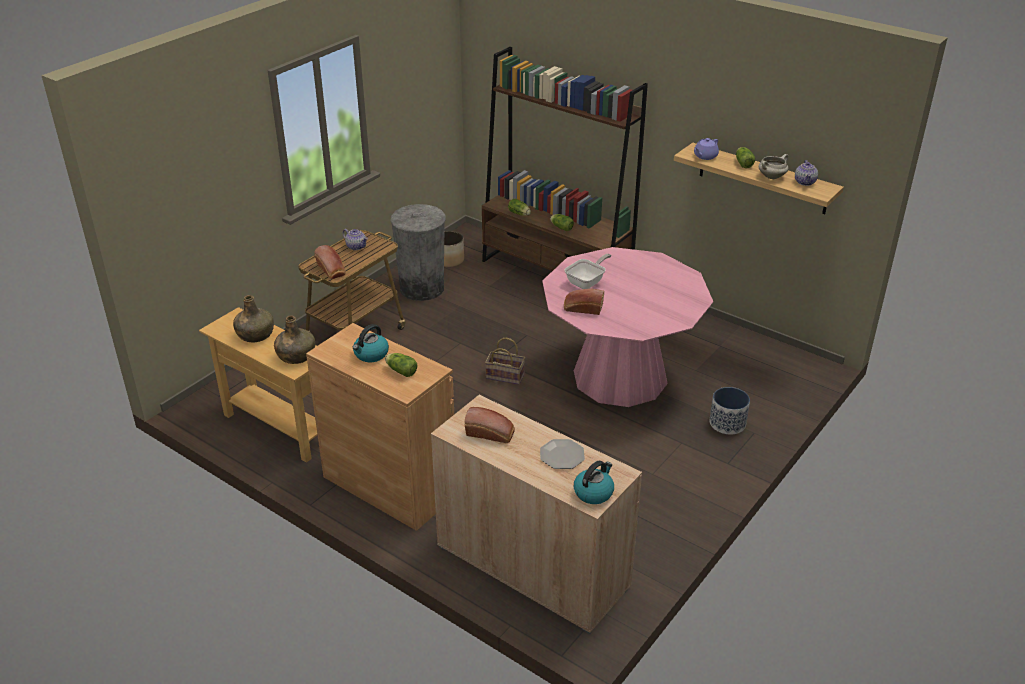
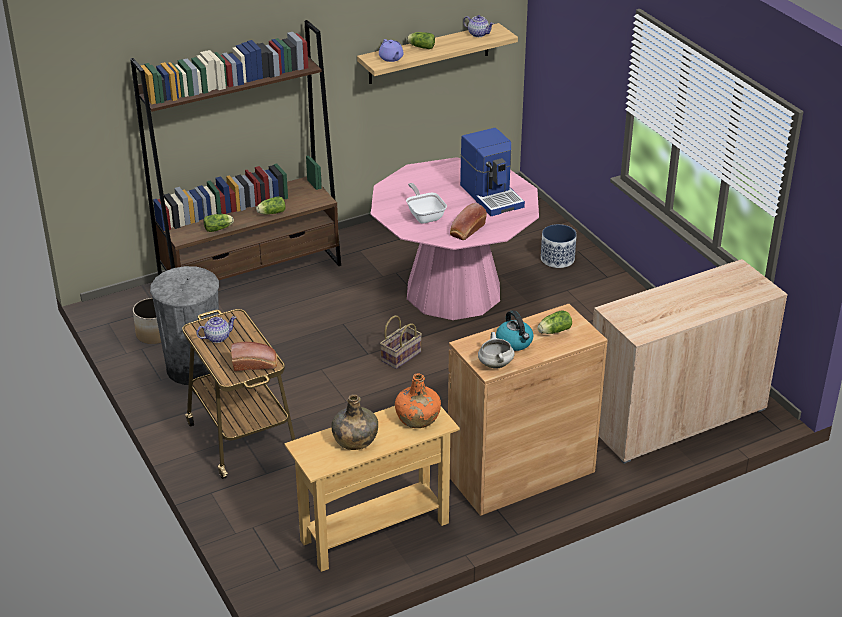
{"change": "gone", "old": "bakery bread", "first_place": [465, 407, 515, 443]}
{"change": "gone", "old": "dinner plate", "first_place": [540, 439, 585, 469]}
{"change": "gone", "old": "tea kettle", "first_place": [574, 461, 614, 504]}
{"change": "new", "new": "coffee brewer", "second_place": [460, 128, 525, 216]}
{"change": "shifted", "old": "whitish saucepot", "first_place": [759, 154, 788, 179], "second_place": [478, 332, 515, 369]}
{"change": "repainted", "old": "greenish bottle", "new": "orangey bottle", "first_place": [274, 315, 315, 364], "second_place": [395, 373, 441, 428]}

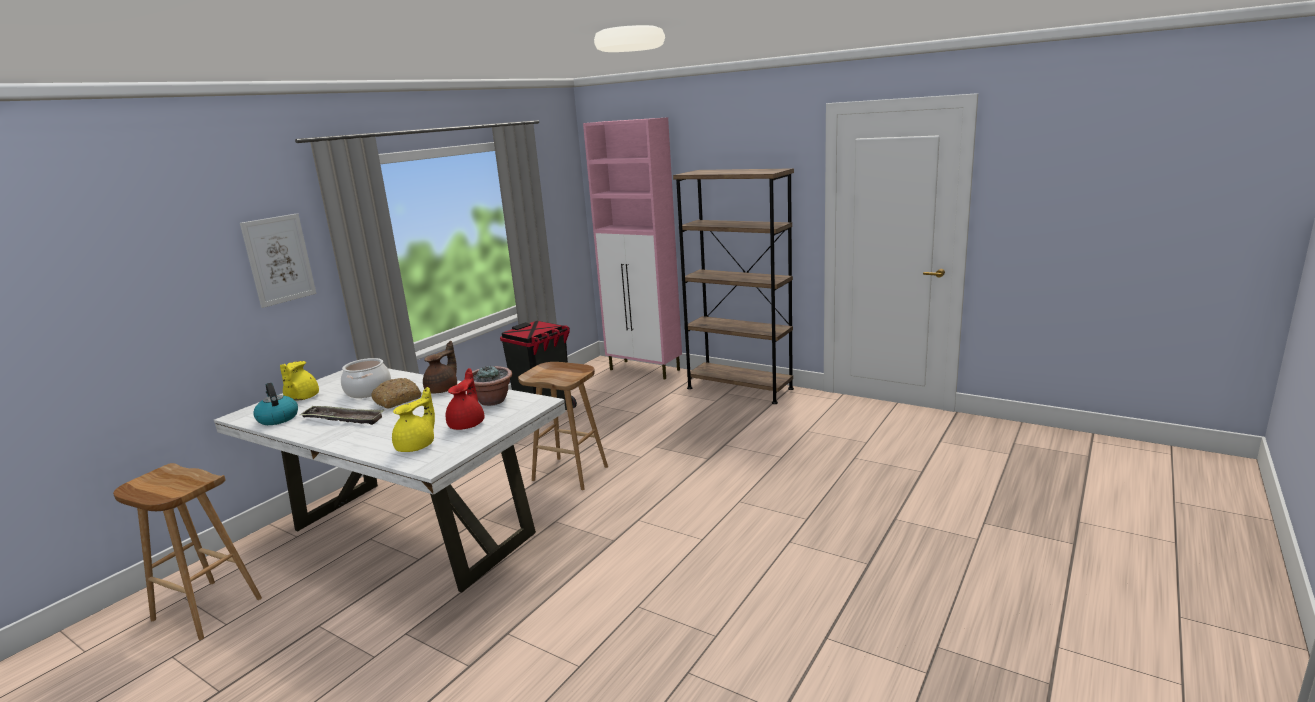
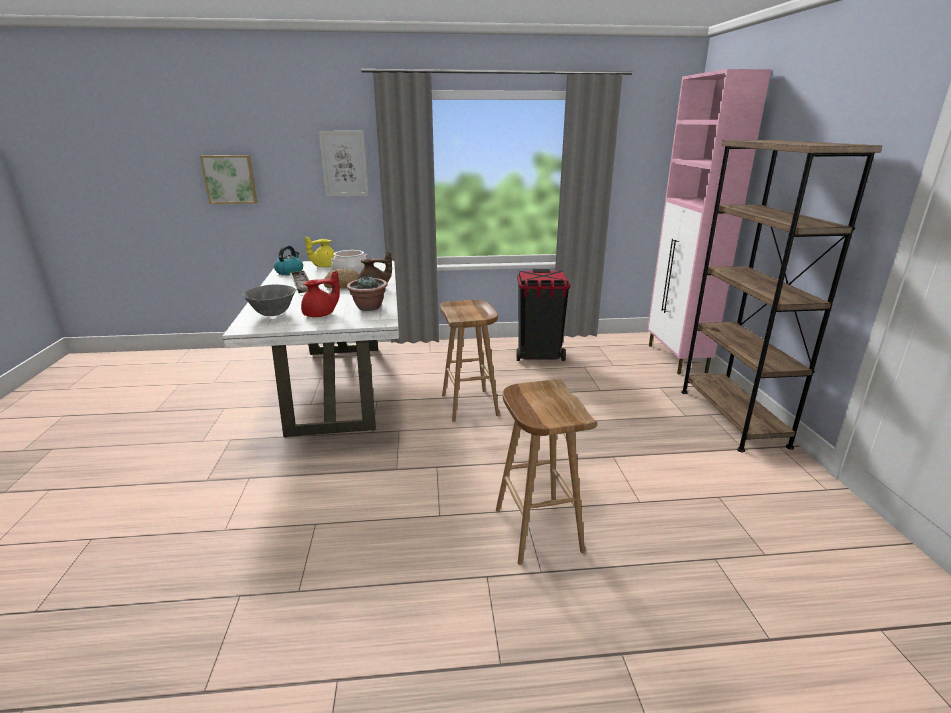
{"change": "new", "new": "wall art", "second_place": [200, 155, 257, 204]}
{"change": "shifted", "old": "brownish stool", "first_place": [113, 463, 262, 640], "second_place": [496, 380, 597, 565]}
{"change": "swapped", "old": "yellow teapot", "new": "greyish deep dish", "first_place": [392, 387, 435, 452], "second_place": [242, 285, 296, 316]}

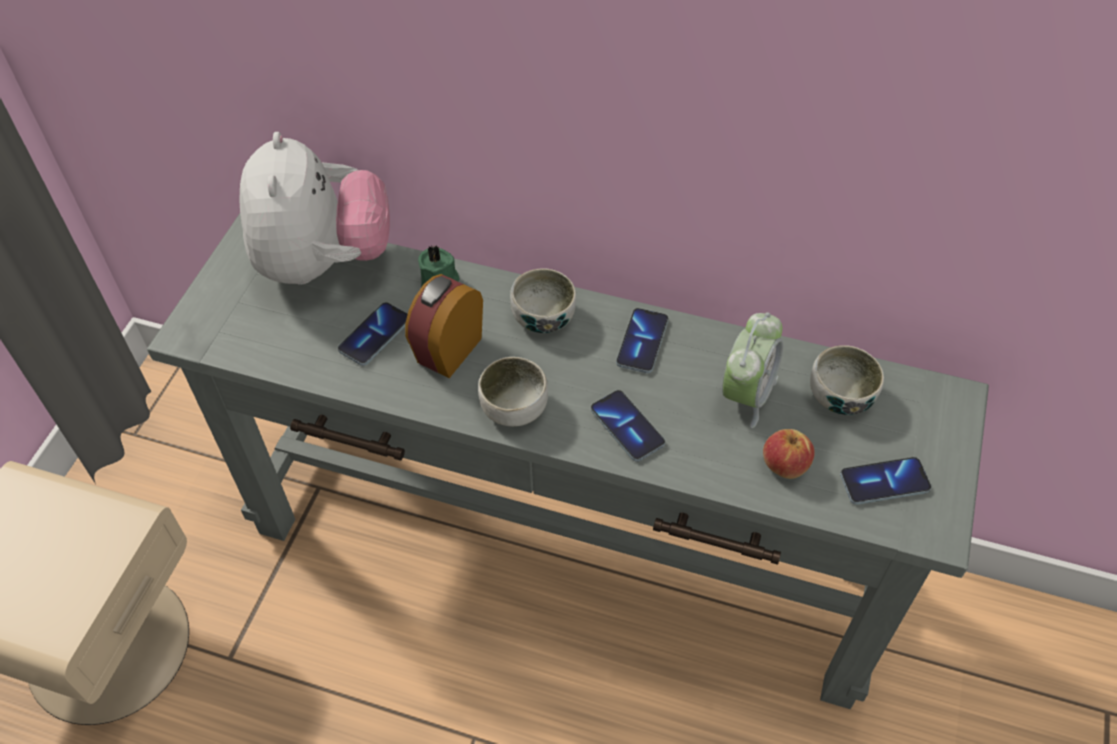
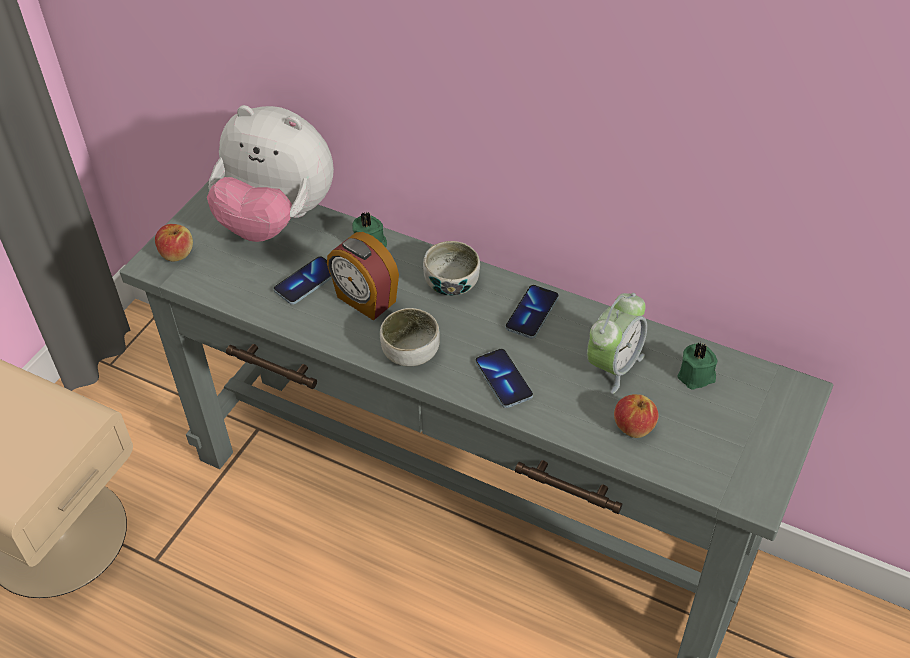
{"change": "gone", "old": "telephone", "first_place": [840, 457, 931, 505]}
{"change": "new", "new": "apple fruit", "second_place": [155, 224, 193, 261]}
{"change": "swapped", "old": "deep dish", "new": "greenish candle", "first_place": [810, 345, 884, 415], "second_place": [677, 342, 717, 390]}
{"change": "rotated", "old": "plush toy", "first_place": [240, 132, 390, 285], "second_place": [207, 105, 334, 242], "degrees": 105}
{"change": "rotated", "old": "alarm clock", "first_place": [405, 274, 483, 378], "second_place": [327, 232, 399, 321], "degrees": -90}

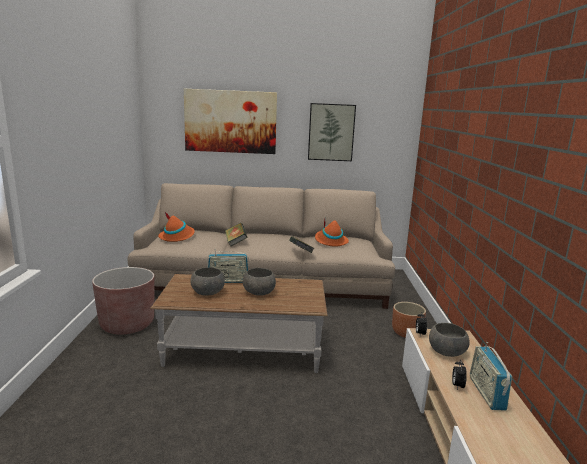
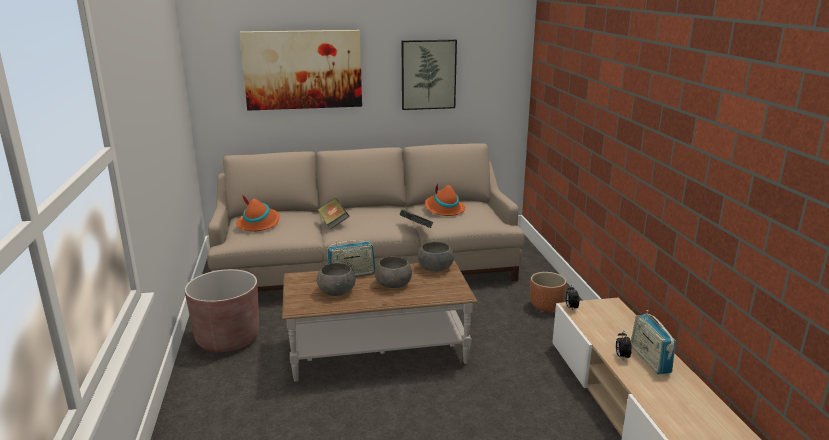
{"change": "shifted", "old": "greyish deep dish", "first_place": [429, 323, 470, 357], "second_place": [418, 242, 454, 272]}

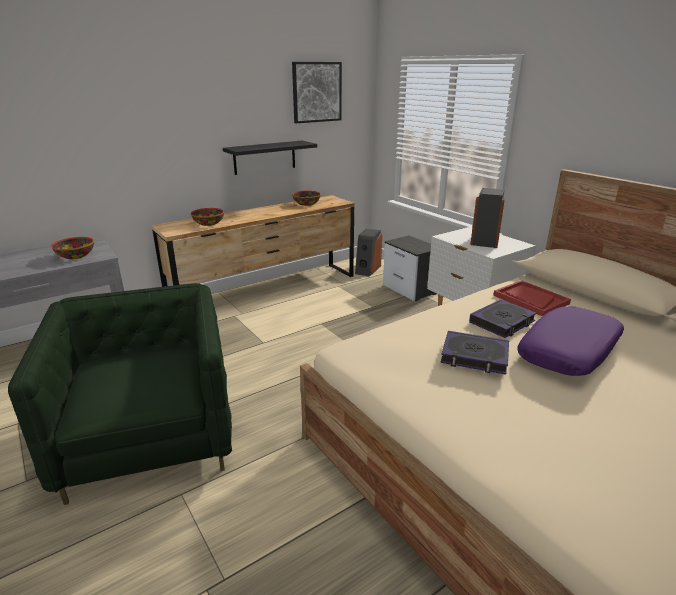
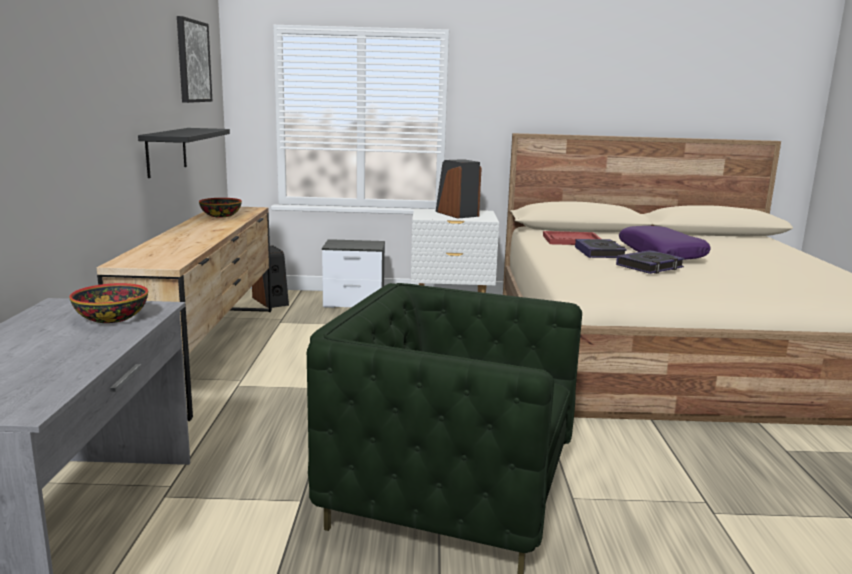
{"change": "gone", "old": "deep dish", "first_place": [191, 208, 224, 226]}

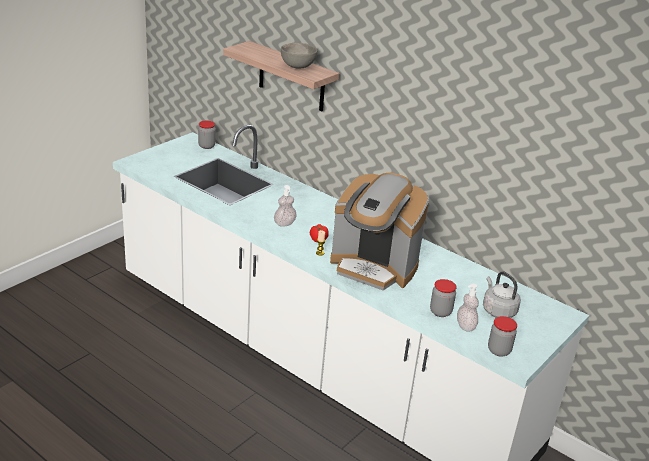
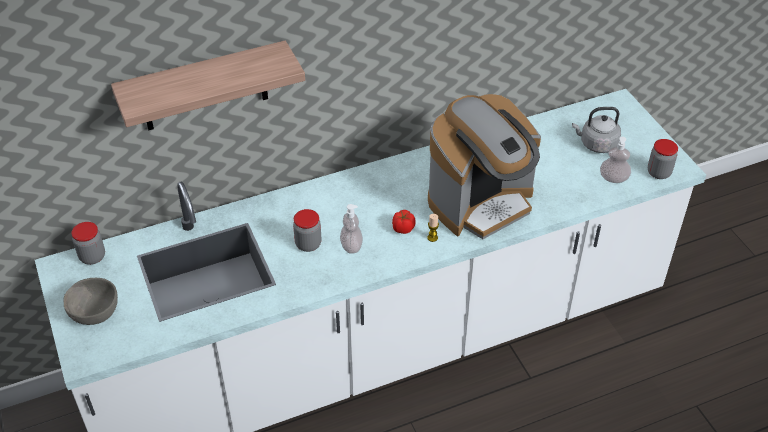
{"change": "shifted", "old": "greyish deep dish", "first_place": [281, 43, 317, 69], "second_place": [63, 278, 118, 325]}
{"change": "shifted", "old": "storage jar", "first_place": [430, 279, 457, 317], "second_place": [293, 209, 322, 252]}

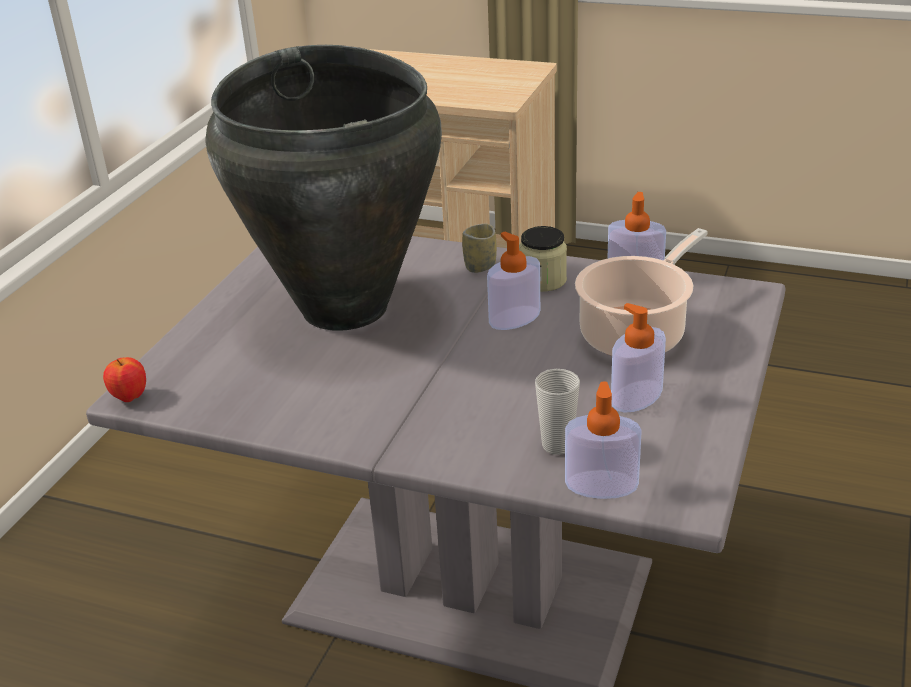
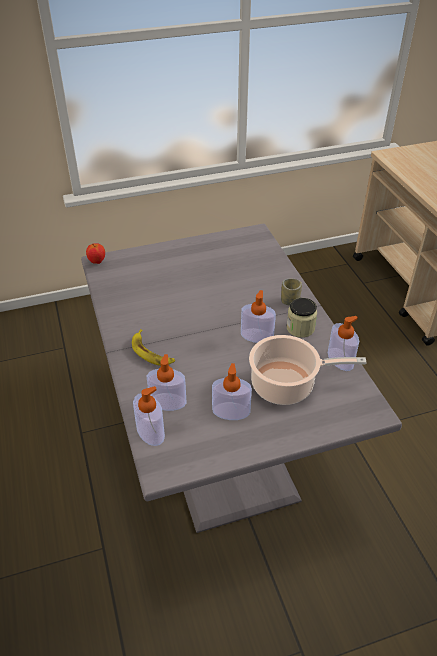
{"change": "gone", "old": "blackish flower vase", "first_place": [206, 45, 442, 331]}
{"change": "new", "new": "whole banana", "second_place": [132, 329, 175, 366]}
{"change": "swapped", "old": "cup", "new": "liquid soap bottle", "first_place": [535, 369, 580, 455], "second_place": [147, 354, 187, 411]}

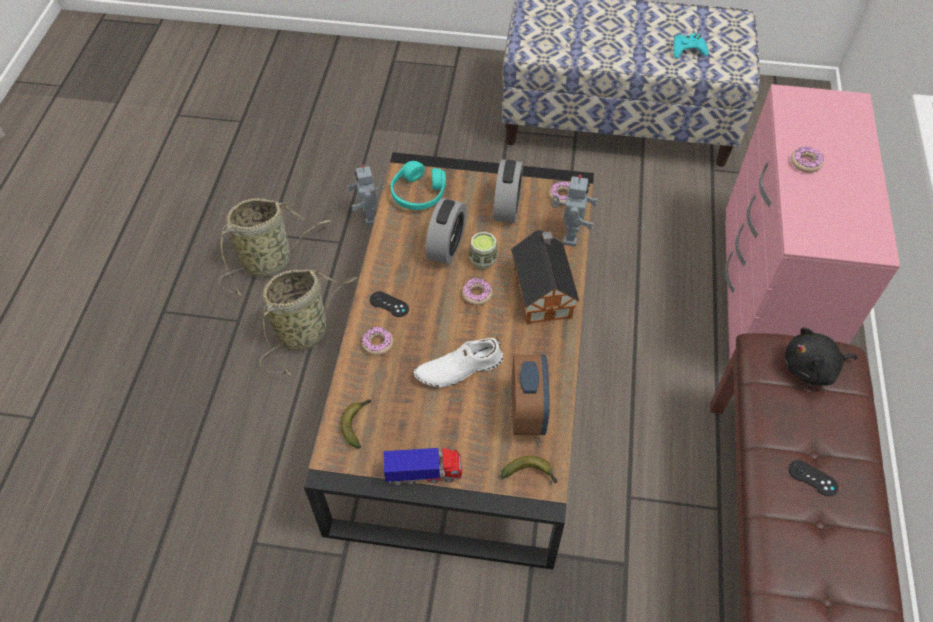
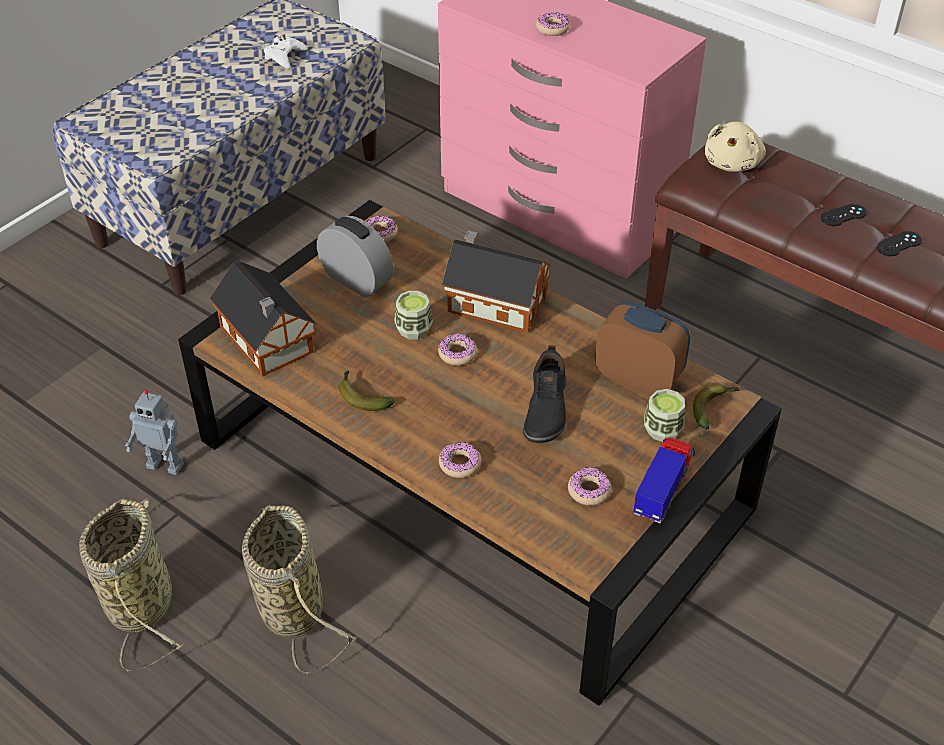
{"change": "gone", "old": "alarm clock", "first_place": [425, 198, 466, 265]}
{"change": "gone", "old": "toy robot", "first_place": [551, 175, 598, 246]}
{"change": "new", "new": "doughnut", "second_place": [568, 467, 612, 506]}
{"change": "new", "new": "cup", "second_place": [644, 389, 685, 442]}
{"change": "shifted", "old": "whole banana", "first_place": [341, 399, 371, 449], "second_place": [338, 370, 395, 411]}
{"change": "shifted", "old": "blackish game controller", "first_place": [370, 291, 409, 317], "second_place": [877, 231, 922, 256]}
{"change": "swapped", "old": "blue-green headset", "new": "model house", "first_place": [391, 161, 446, 210], "second_place": [209, 261, 317, 376]}
{"change": "repainted", "old": "whitish shoe", "new": "blackish shoe", "first_place": [414, 337, 503, 387], "second_place": [523, 345, 567, 443]}
{"change": "repainted", "old": "blue-green game controller", "new": "whitish game controller", "first_place": [673, 33, 709, 59], "second_place": [264, 36, 308, 69]}
{"change": "repainted", "old": "blackish plush toy", "new": "beige plush toy", "first_place": [785, 327, 858, 385], "second_place": [705, 122, 766, 172]}

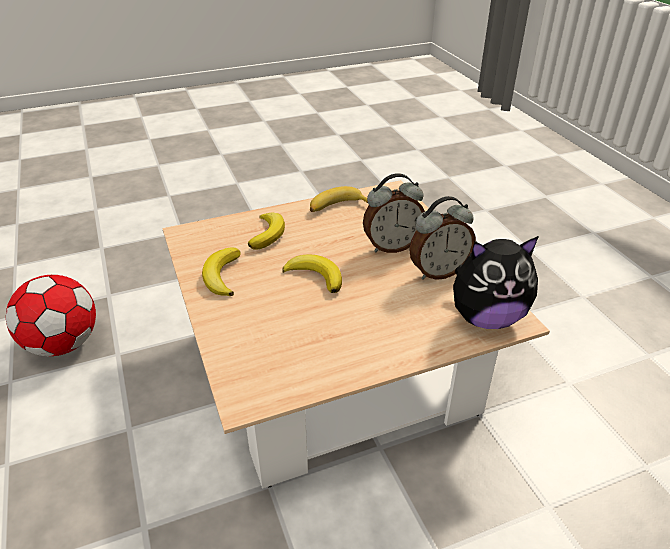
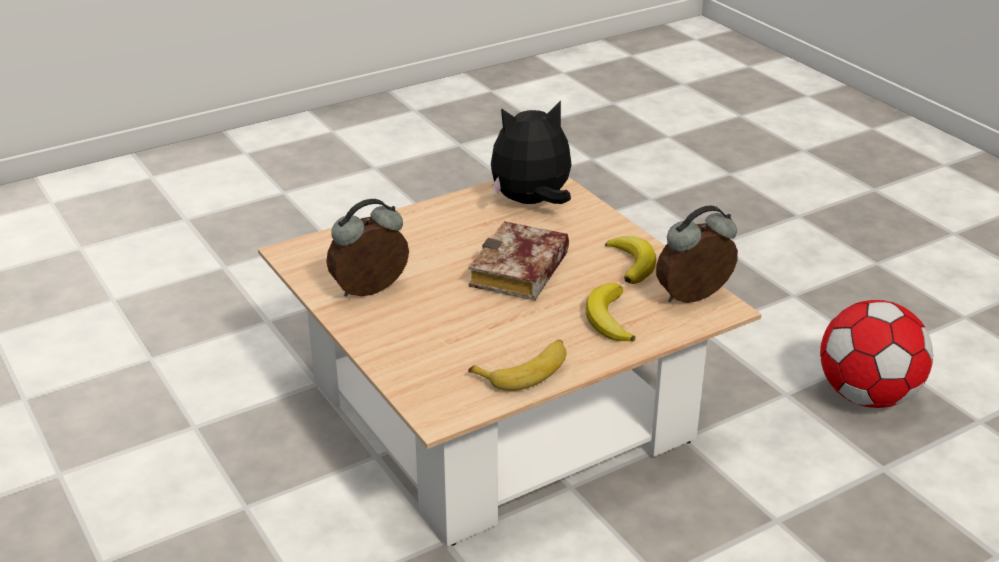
{"change": "shifted", "old": "alarm clock", "first_place": [363, 173, 425, 253], "second_place": [656, 205, 738, 303]}
{"change": "shifted", "old": "plush toy", "first_place": [453, 236, 539, 329], "second_place": [491, 100, 572, 204]}
{"change": "swapped", "old": "whole banana", "new": "volume", "first_place": [282, 255, 342, 293], "second_place": [469, 221, 569, 301]}

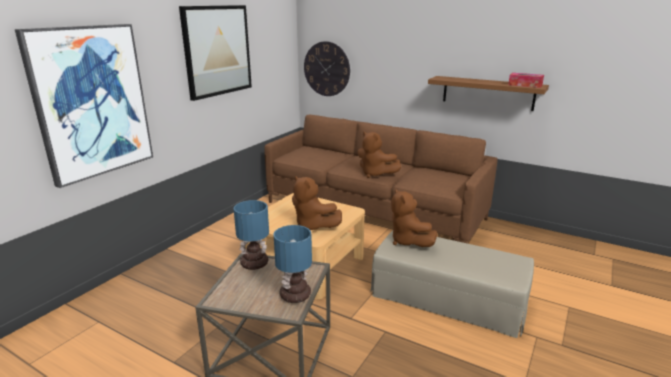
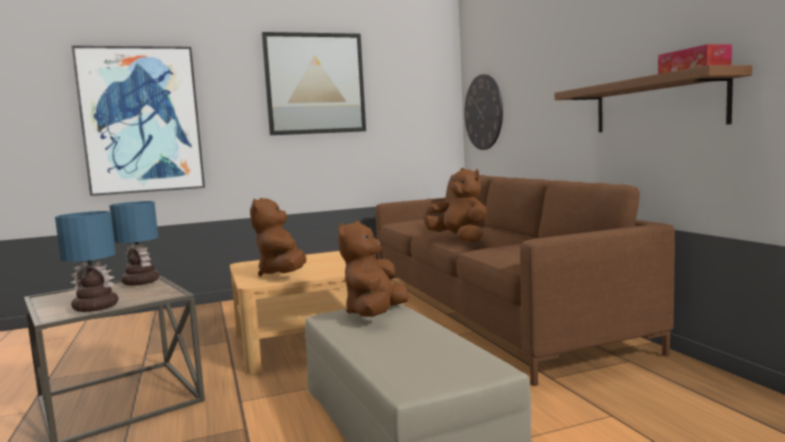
{"change": "rotated", "old": "brownish plush toy", "first_place": [357, 132, 401, 178], "second_place": [423, 168, 487, 242], "degrees": 150}

